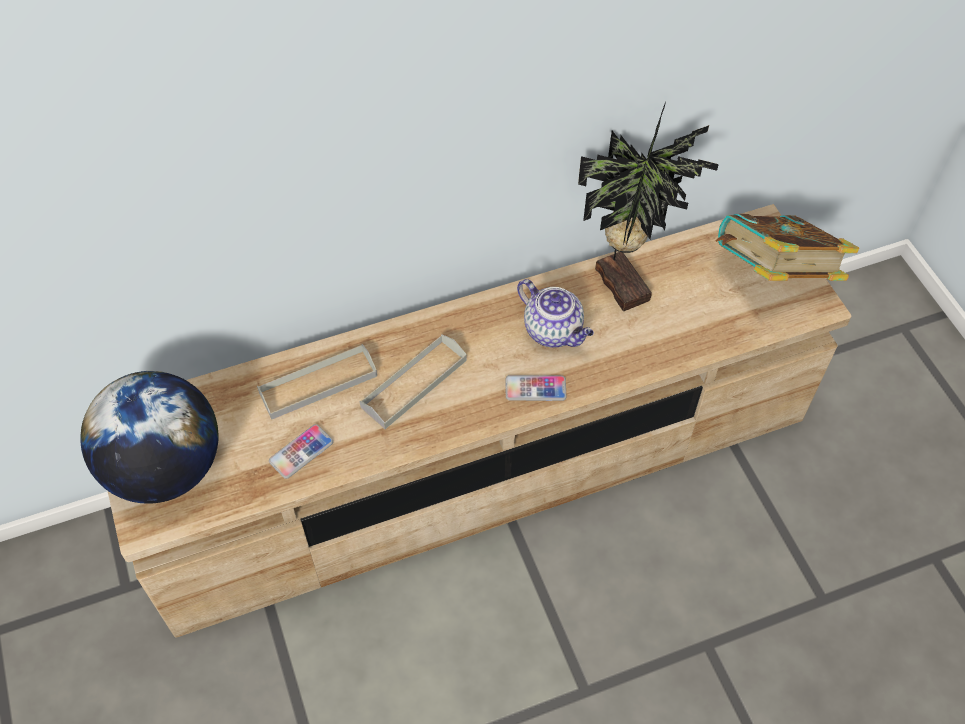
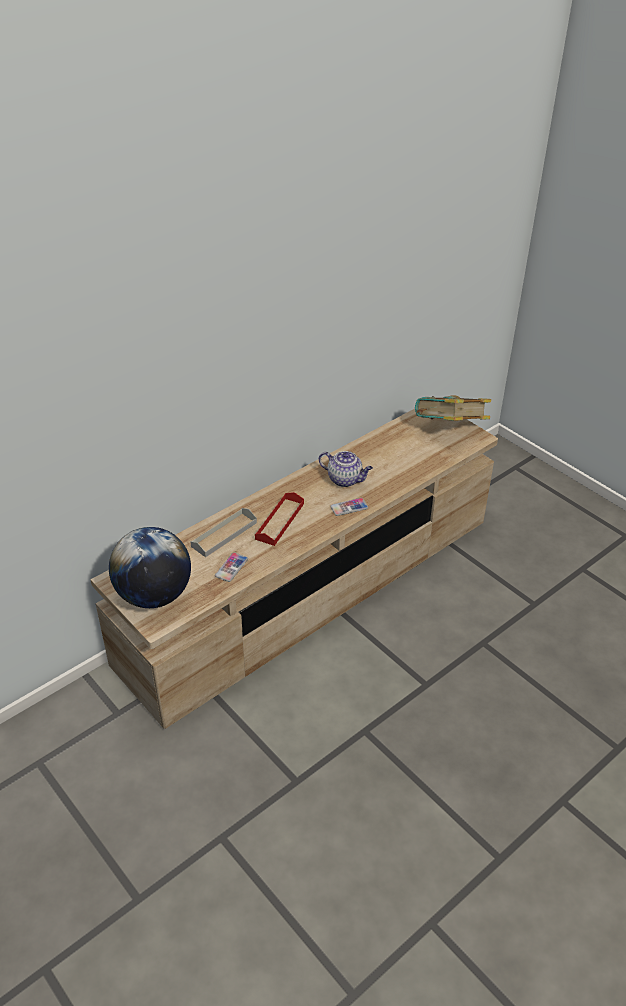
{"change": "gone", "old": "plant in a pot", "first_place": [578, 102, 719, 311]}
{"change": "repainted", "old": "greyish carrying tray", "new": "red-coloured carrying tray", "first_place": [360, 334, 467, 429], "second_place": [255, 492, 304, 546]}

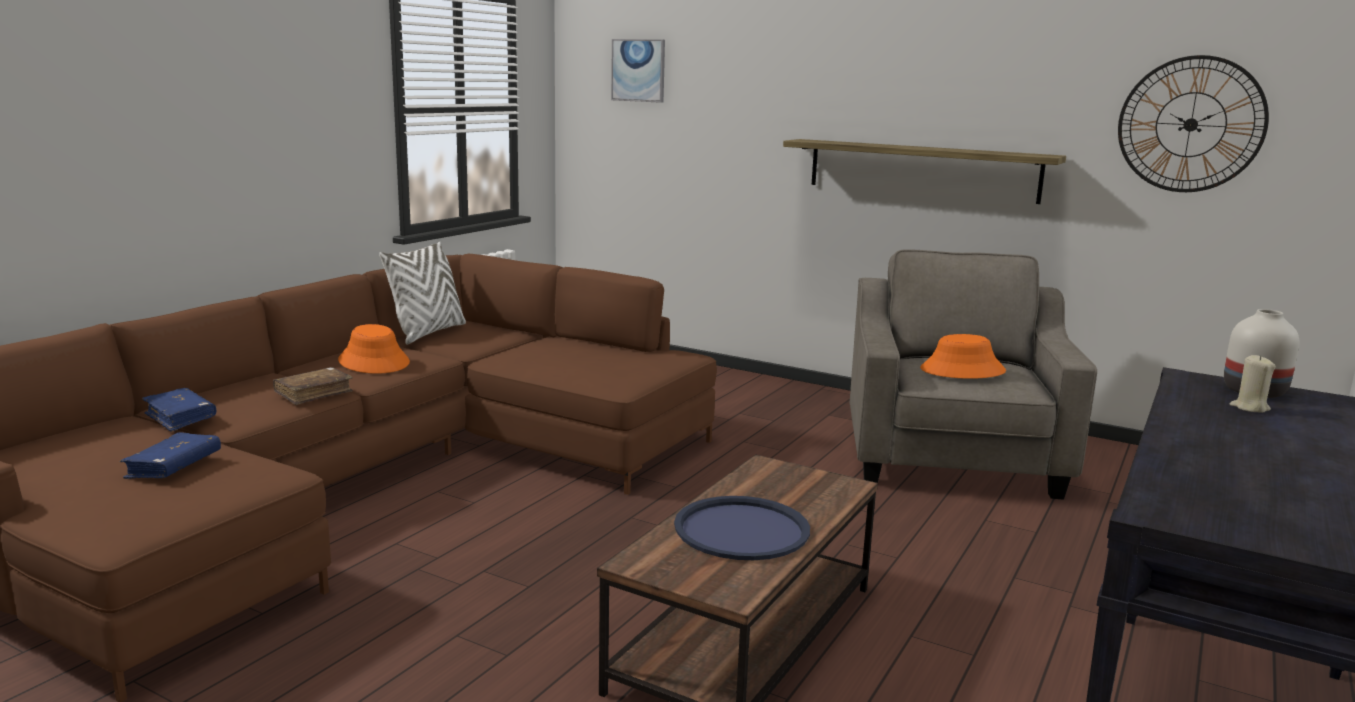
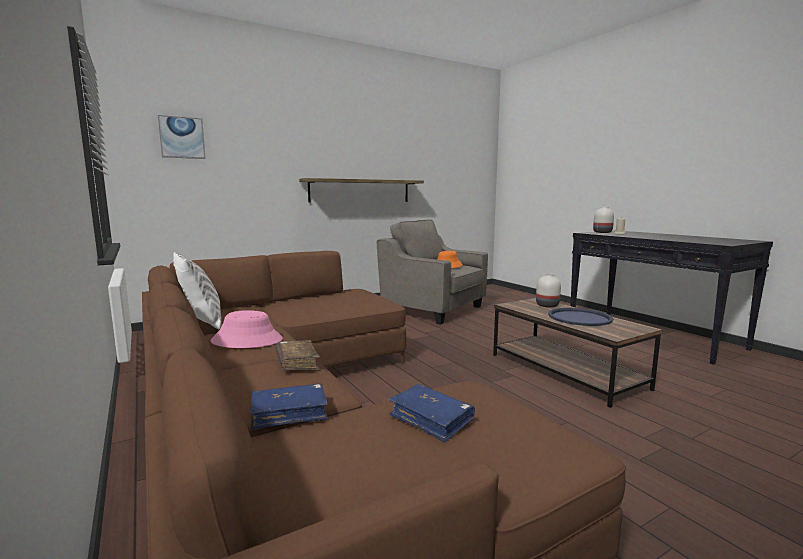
{"change": "gone", "old": "hanging clock", "first_place": [1118, 55, 1269, 192]}
{"change": "new", "new": "whitish flower vase", "second_place": [536, 273, 561, 308]}
{"change": "repainted", "old": "orangey clothing hat", "new": "pink-coloured clothing hat", "first_place": [338, 324, 410, 374], "second_place": [210, 310, 283, 348]}

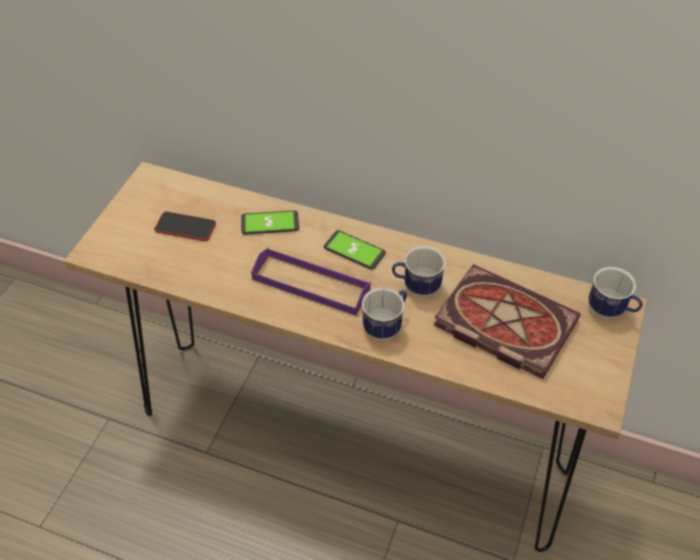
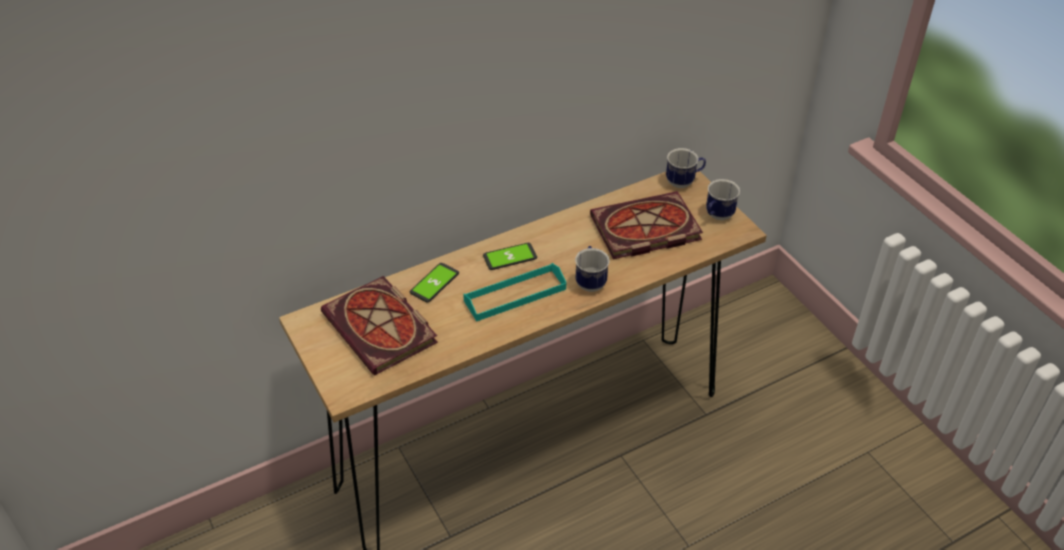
{"change": "shifted", "old": "coffee mug", "first_place": [392, 246, 445, 297], "second_place": [706, 179, 740, 220]}
{"change": "swapped", "old": "telephone", "new": "volume", "first_place": [154, 212, 216, 241], "second_place": [321, 276, 438, 375]}
{"change": "repainted", "old": "purplish carrying tray", "new": "blue-green carrying tray", "first_place": [251, 248, 371, 316], "second_place": [463, 263, 566, 321]}

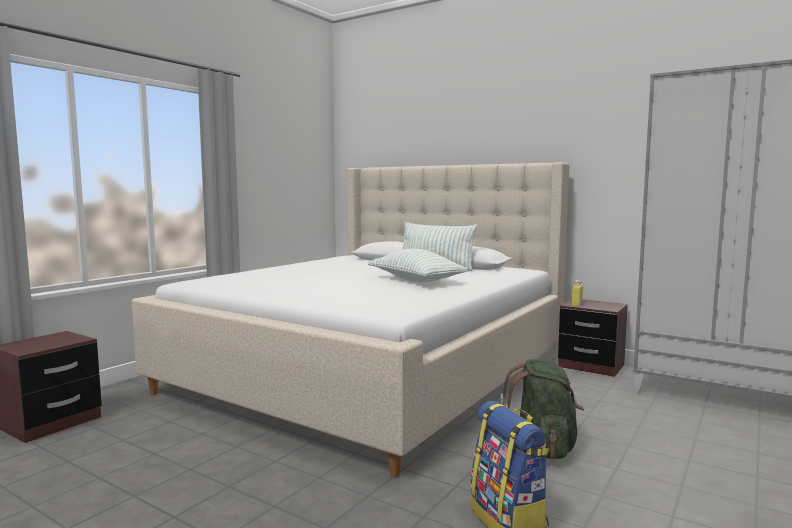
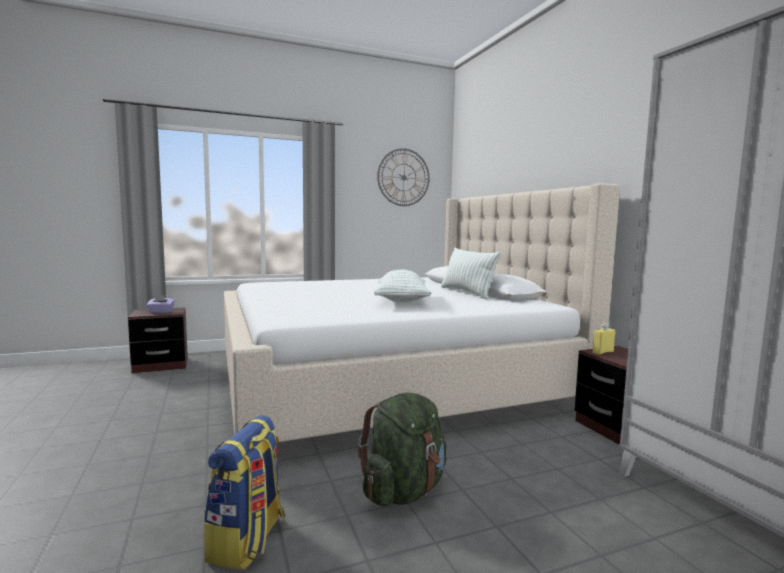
{"change": "new", "new": "purplish box of tissues", "second_place": [146, 295, 175, 313]}
{"change": "new", "new": "hanging clock", "second_place": [377, 148, 430, 206]}

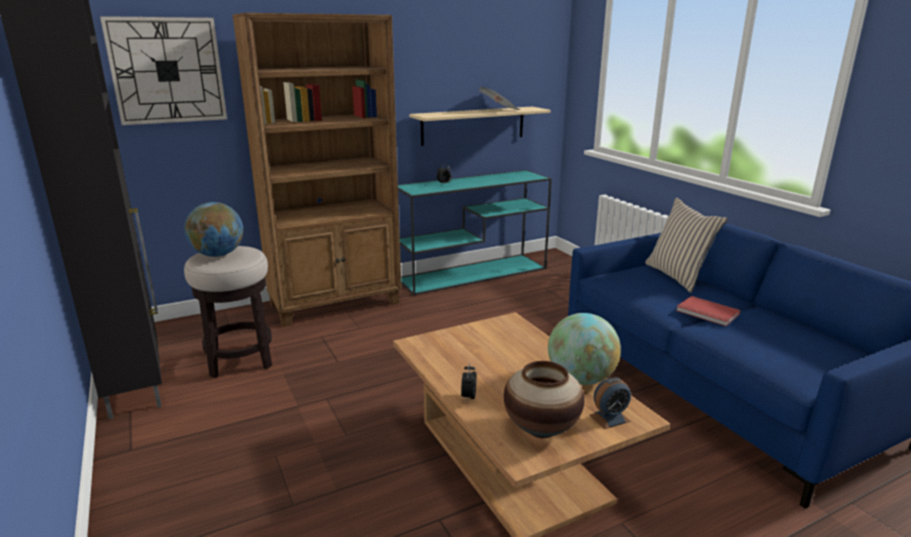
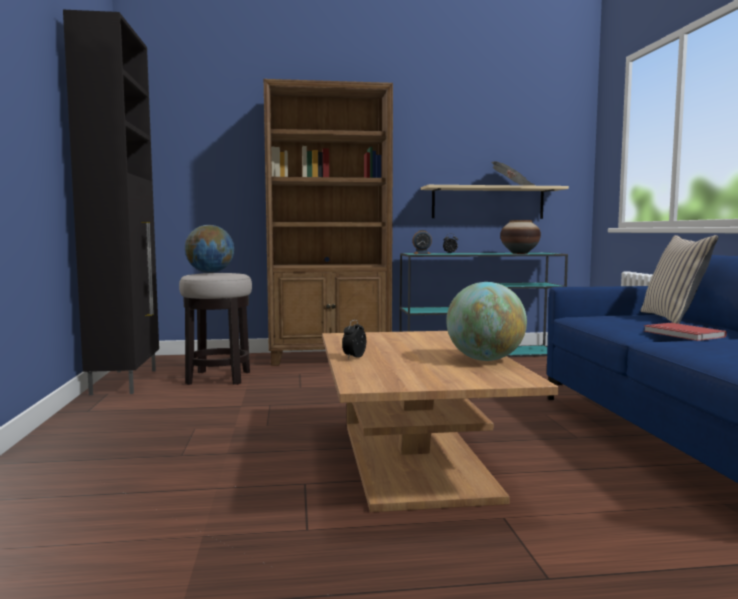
{"change": "gone", "old": "hanging clock", "first_place": [100, 16, 227, 125]}
{"change": "shifted", "old": "flower vase", "first_place": [504, 361, 584, 438], "second_place": [500, 220, 541, 254]}
{"change": "shifted", "old": "alarm clock", "first_place": [589, 377, 631, 429], "second_place": [413, 230, 432, 254]}

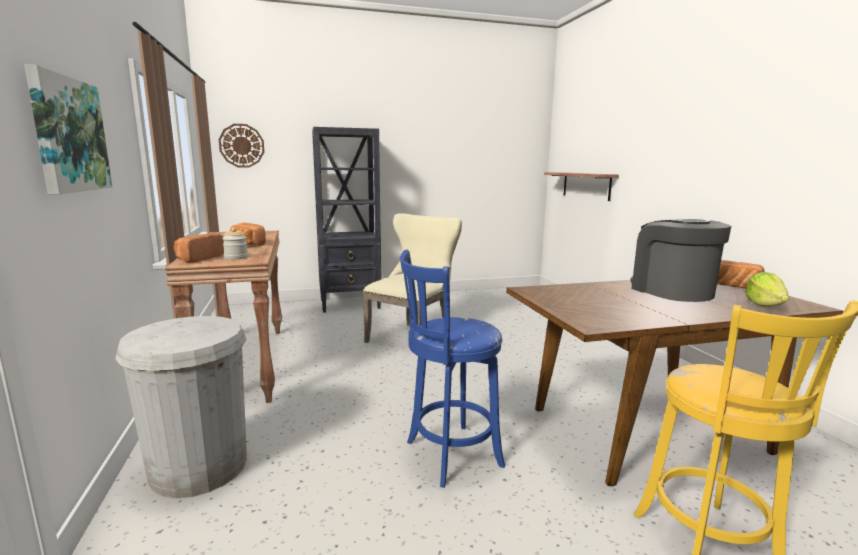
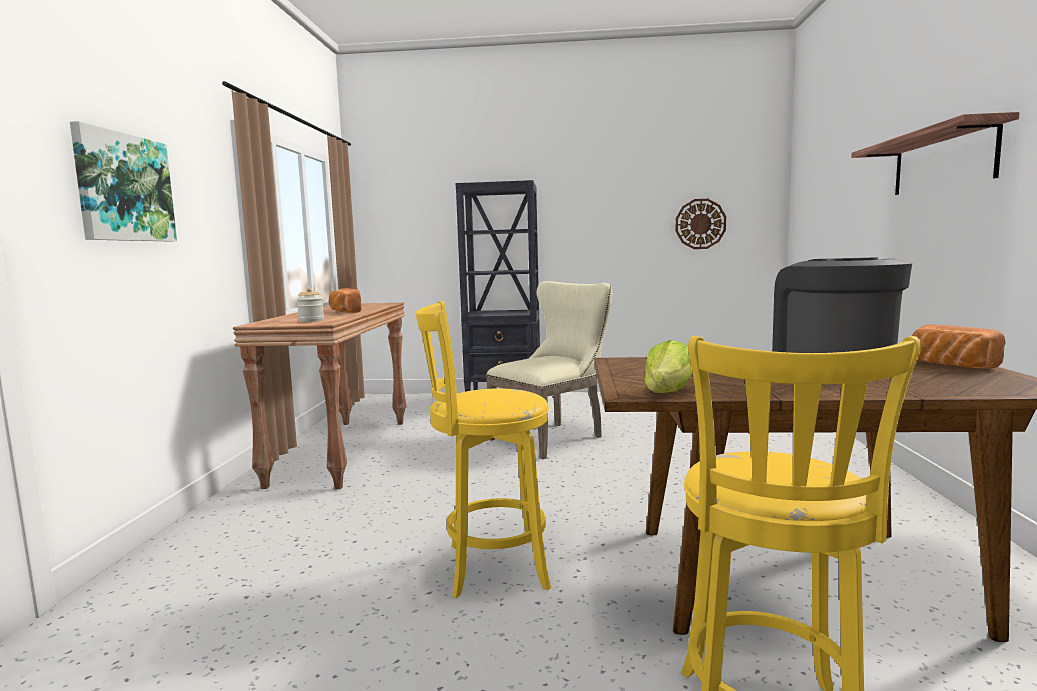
{"change": "gone", "old": "whitish trash can", "first_place": [115, 316, 247, 498]}
{"change": "gone", "old": "bakery bread", "first_place": [174, 233, 224, 263]}
{"change": "shifted", "old": "hanging clock", "first_place": [219, 124, 264, 168], "second_place": [676, 199, 726, 249]}
{"change": "shifted", "old": "bracket shelf", "first_place": [544, 172, 619, 201], "second_place": [851, 112, 1020, 195]}
{"change": "shifted", "old": "lettuce head", "first_place": [745, 272, 789, 306], "second_place": [644, 340, 692, 393]}
{"change": "repainted", "old": "blue stool", "new": "yellow stool", "first_place": [400, 249, 505, 488], "second_place": [415, 301, 551, 598]}

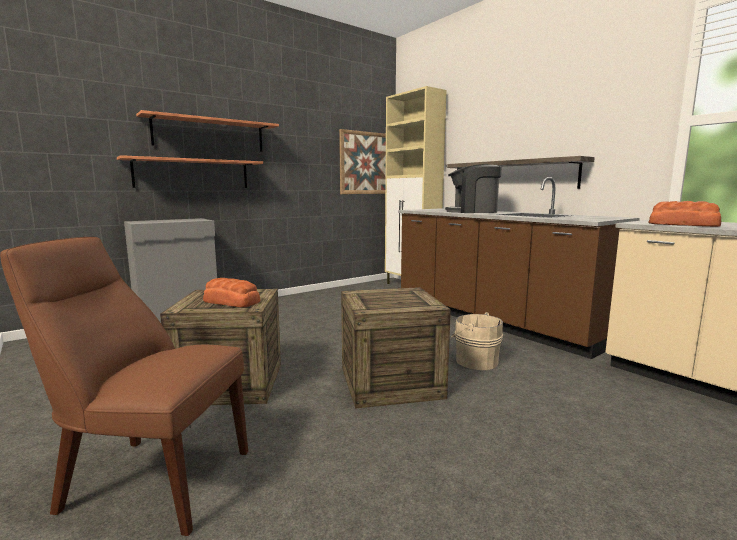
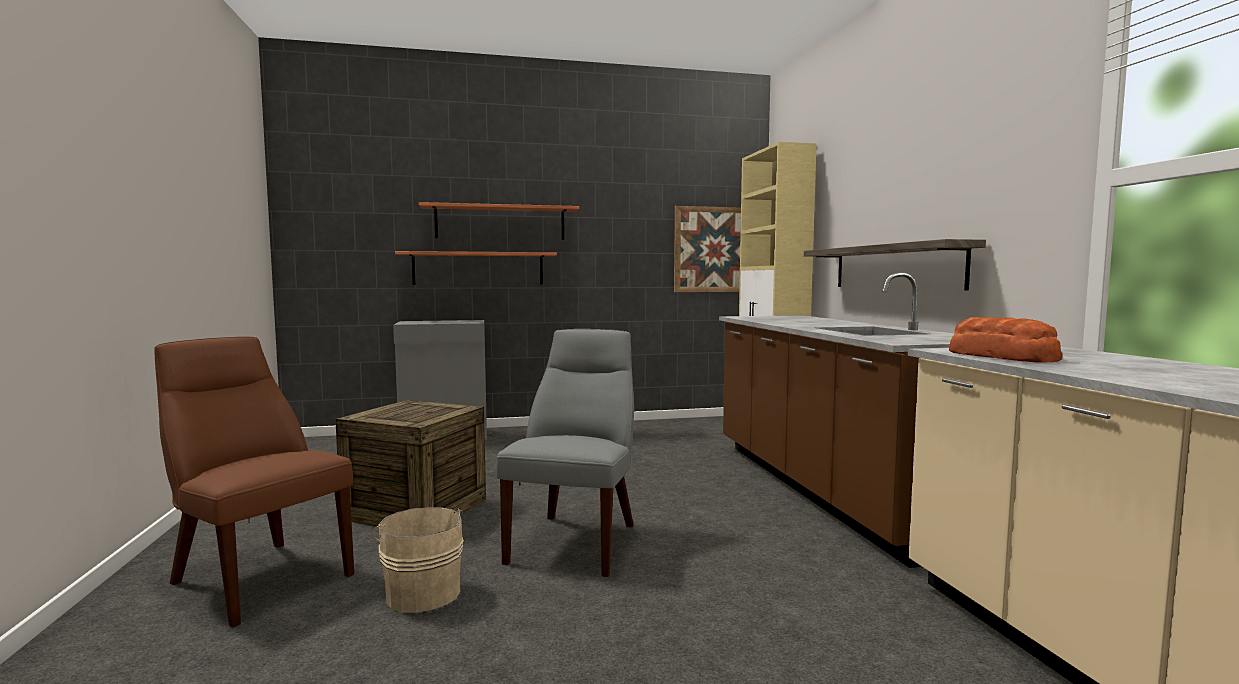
{"change": "gone", "old": "bakery bread", "first_place": [203, 278, 260, 307]}
{"change": "gone", "old": "coffee brewer", "first_place": [445, 164, 502, 213]}
{"change": "shifted", "old": "beige water bucket", "first_place": [451, 312, 503, 370], "second_place": [372, 507, 464, 613]}
{"change": "swapped", "old": "crate", "new": "greyish plain chair", "first_place": [341, 287, 451, 409], "second_place": [496, 329, 634, 577]}

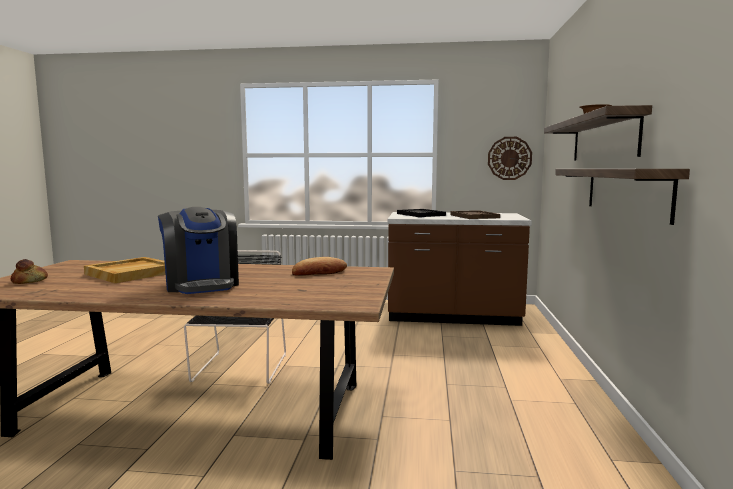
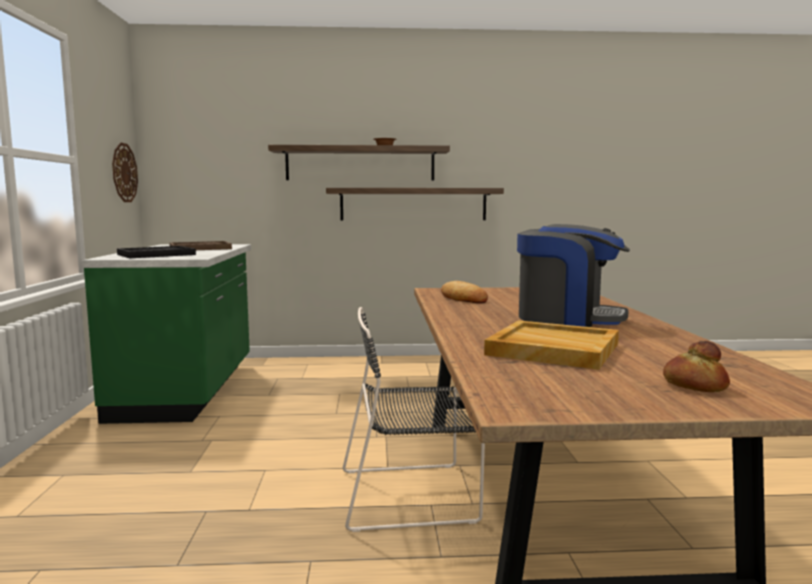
{"change": "repainted", "old": "brownish counter", "new": "greenish counter", "first_place": [387, 212, 532, 326], "second_place": [83, 244, 251, 424]}
{"change": "rotated", "old": "coffee brewer", "first_place": [158, 207, 239, 294], "second_place": [517, 224, 630, 327], "degrees": 60}

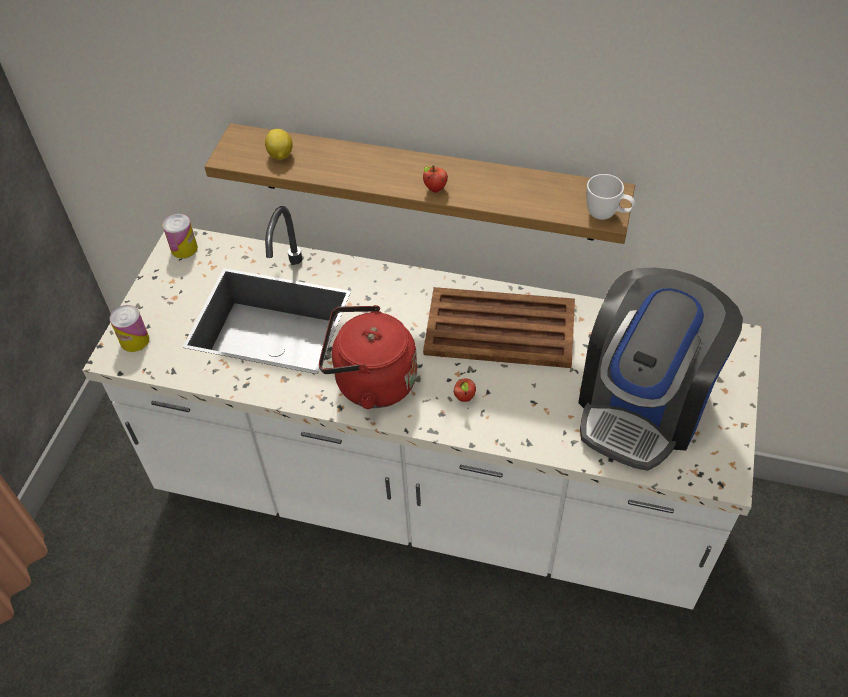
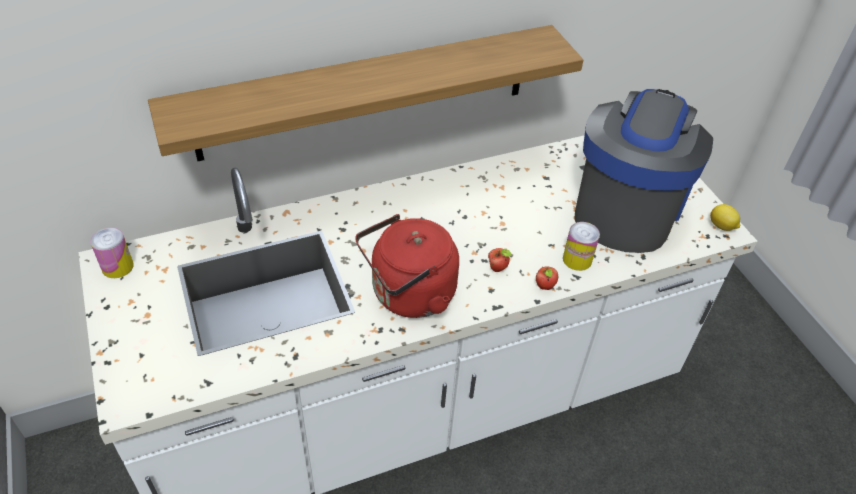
{"change": "gone", "old": "brownish carrying tray", "first_place": [423, 287, 575, 368]}
{"change": "gone", "old": "whitish coffee mug", "first_place": [587, 174, 635, 220]}
{"change": "shifted", "old": "sealed can", "first_place": [110, 305, 149, 352], "second_place": [563, 222, 600, 271]}
{"change": "shifted", "old": "citrus fruit", "first_place": [265, 129, 293, 160], "second_place": [710, 204, 740, 231]}
{"change": "shifted", "old": "apple fruit", "first_place": [423, 165, 448, 193], "second_place": [536, 267, 559, 290]}
{"change": "rotated", "old": "coffee brewer", "first_place": [578, 268, 743, 471], "second_place": [574, 89, 713, 253], "degrees": -150}

